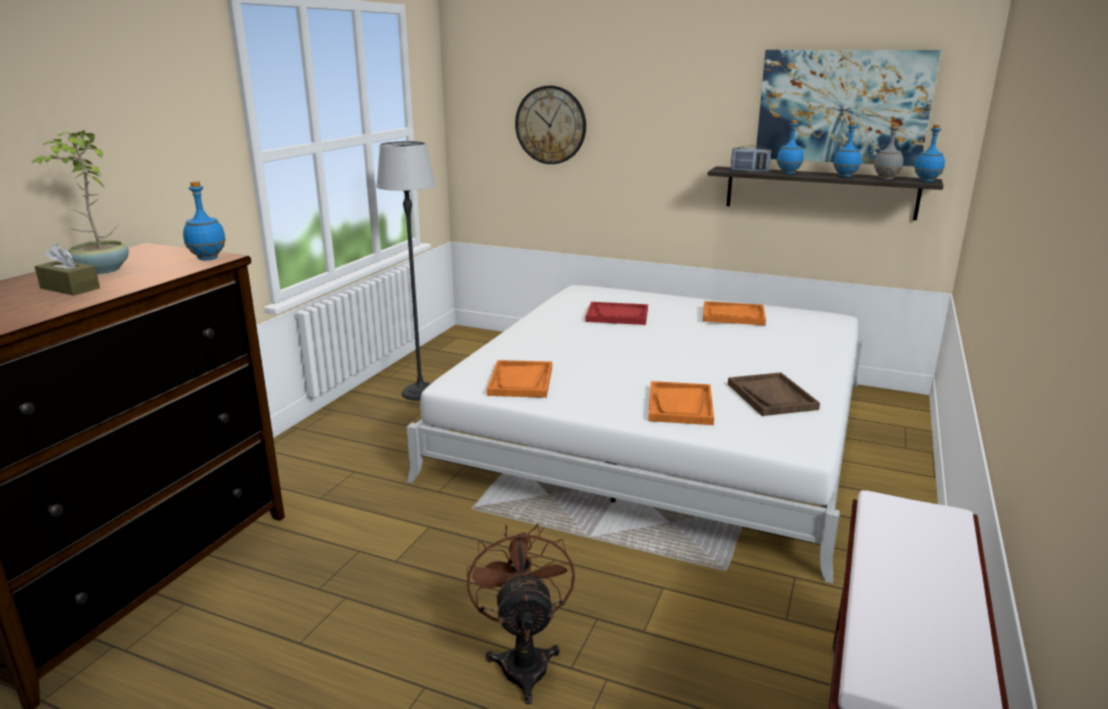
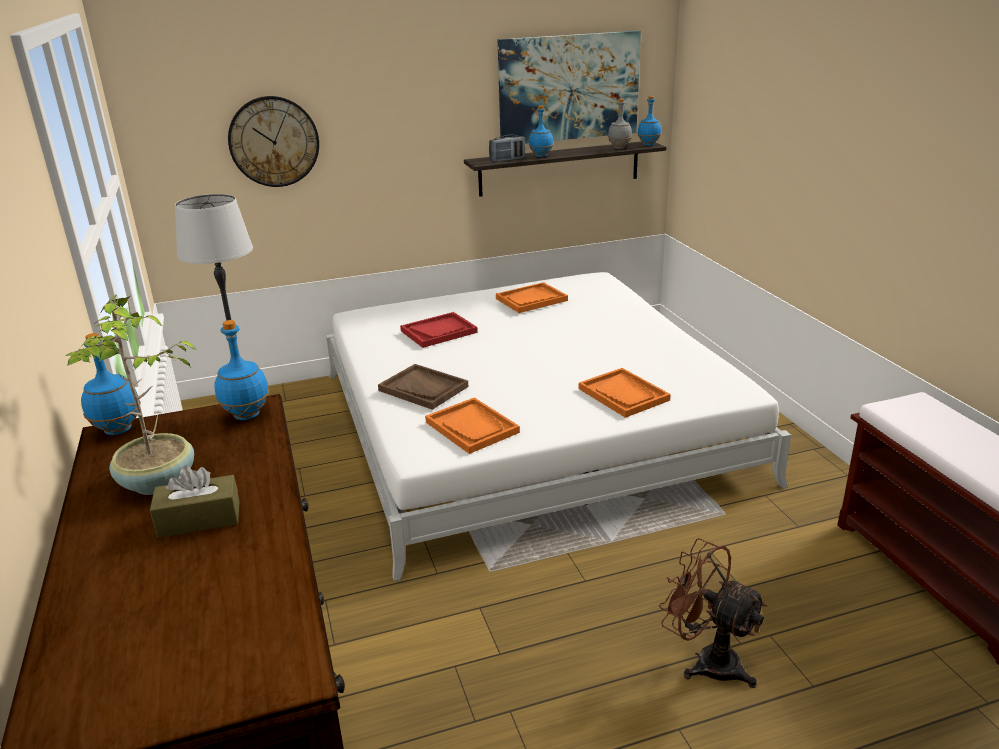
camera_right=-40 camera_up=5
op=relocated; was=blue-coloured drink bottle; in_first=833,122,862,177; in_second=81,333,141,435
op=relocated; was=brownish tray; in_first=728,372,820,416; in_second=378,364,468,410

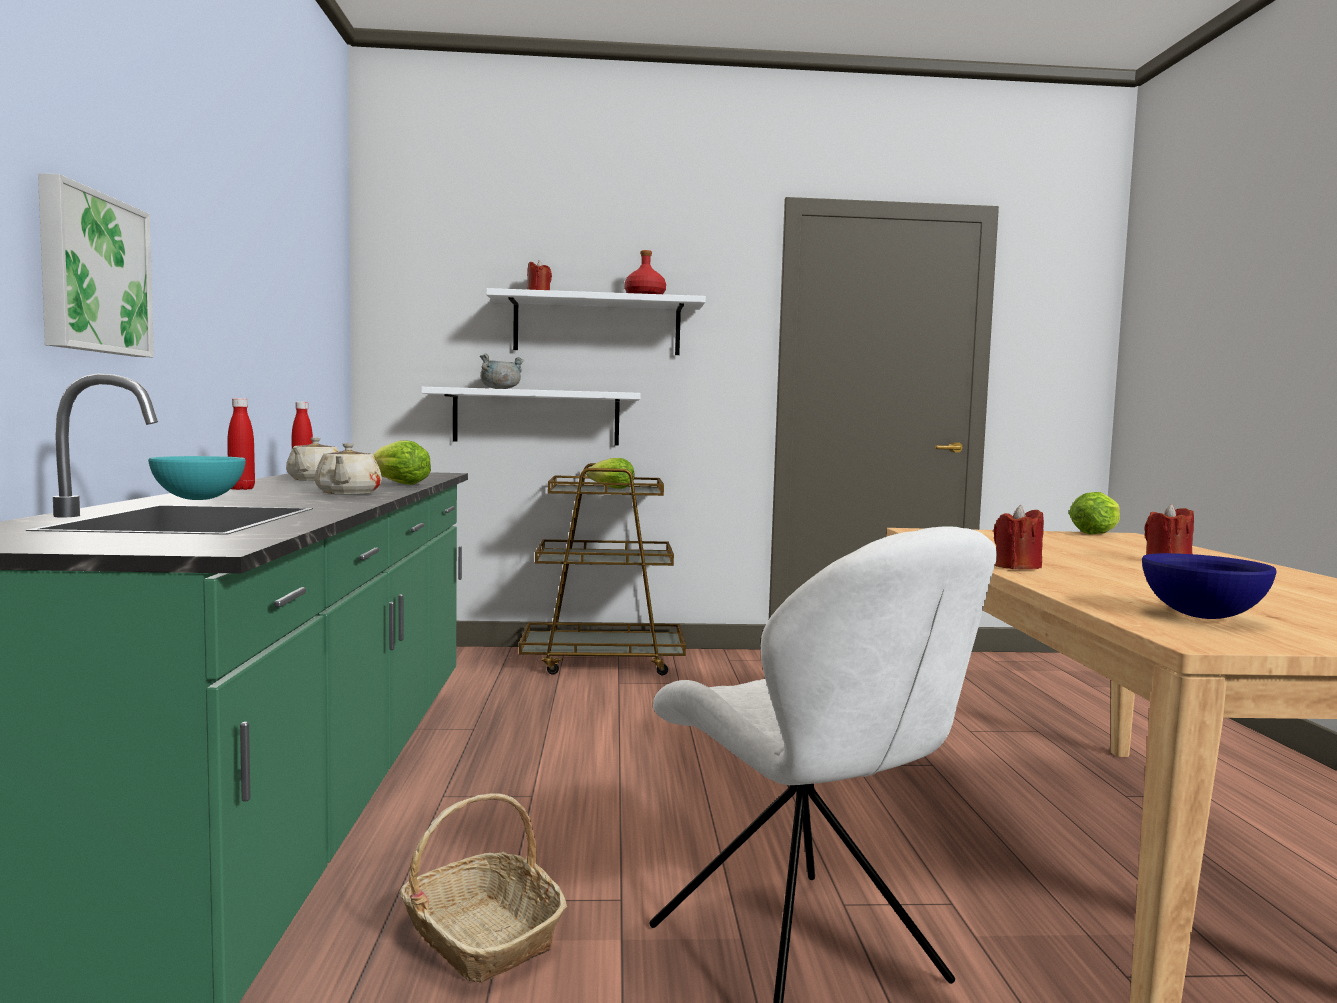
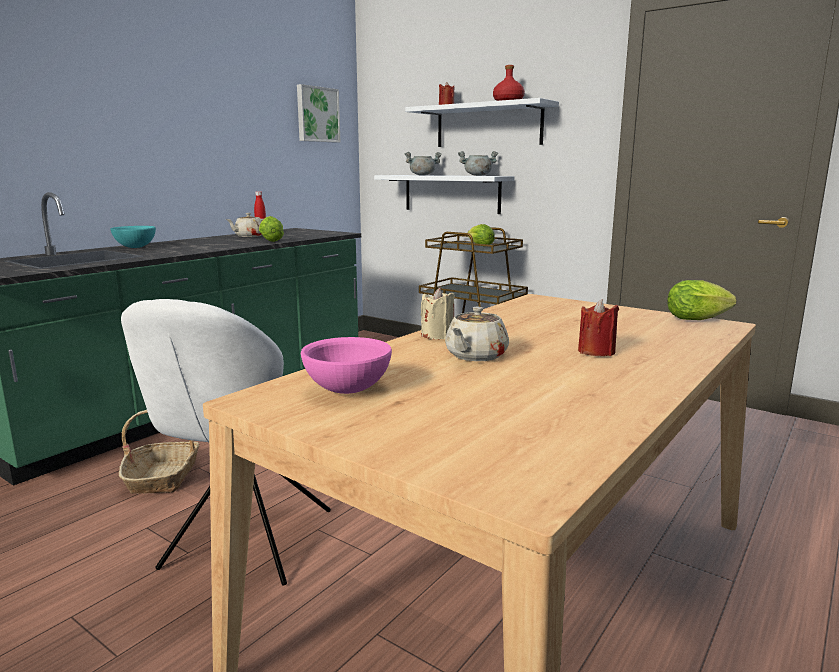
camera_right=40 camera_up=10
op=relocated; was=picture; in_first=38,173,154,357; in_second=297,84,341,143
op=missing; was=reddish drink bottle; in_first=227,398,255,490
op=relocated; was=beige-coloured pot for tea; in_first=314,443,382,494; in_second=445,307,509,361
op=colour; was=reddish wax candle; now=beige-coloured wax candle; in_first=993,505,1044,570; in_second=421,288,455,339
op=colour; was=blue-coloured bowl; now=pink bowl; in_first=1142,553,1276,619; in_second=301,337,392,394
op=appeared; now=greyish saucepot; in_second=458,151,498,176

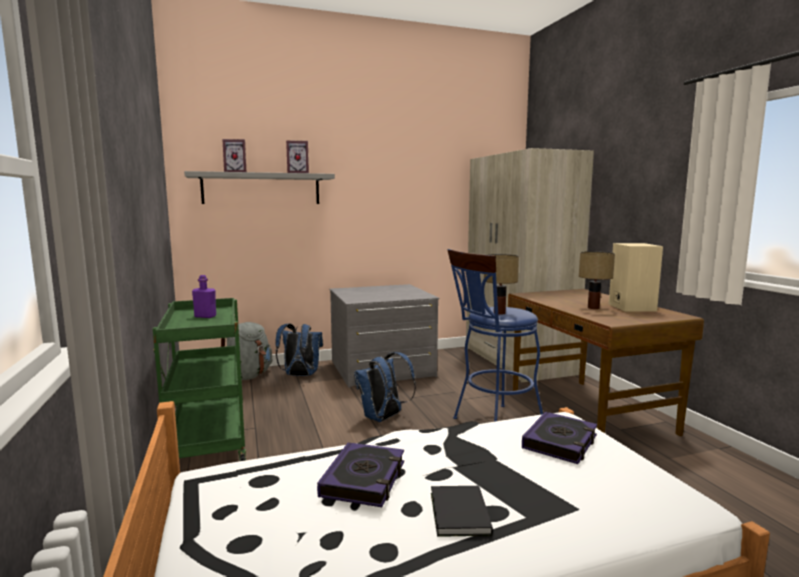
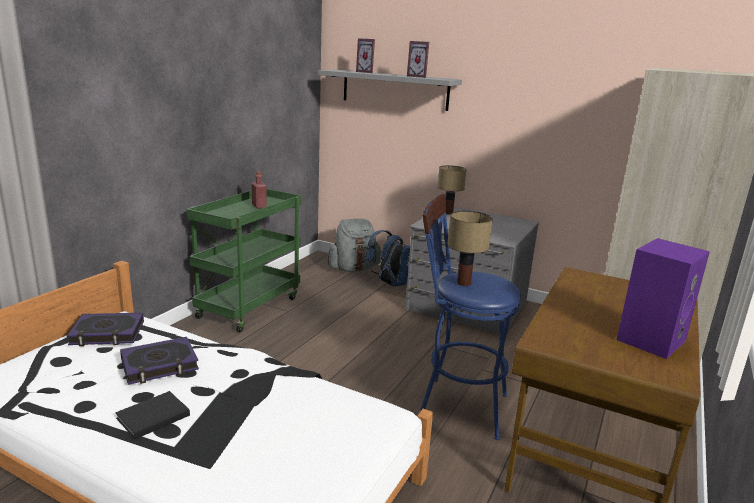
camera_right=45 camera_up=10
op=colour; was=beige-coloured loudspeaker; now=purple-coloured loudspeaker; in_first=609,243,663,312; in_second=617,238,710,359
op=relocated; was=tabletop lamp; in_first=579,251,615,309; in_second=438,165,466,215
op=colour; was=purple-coloured drink bottle; now=reddish drink bottle; in_first=192,275,216,318; in_second=251,171,267,209
op=missing; was=blue-coloured knapsack; in_first=354,352,416,422
op=relocated; was=volume; in_first=522,412,597,464; in_second=67,312,144,346

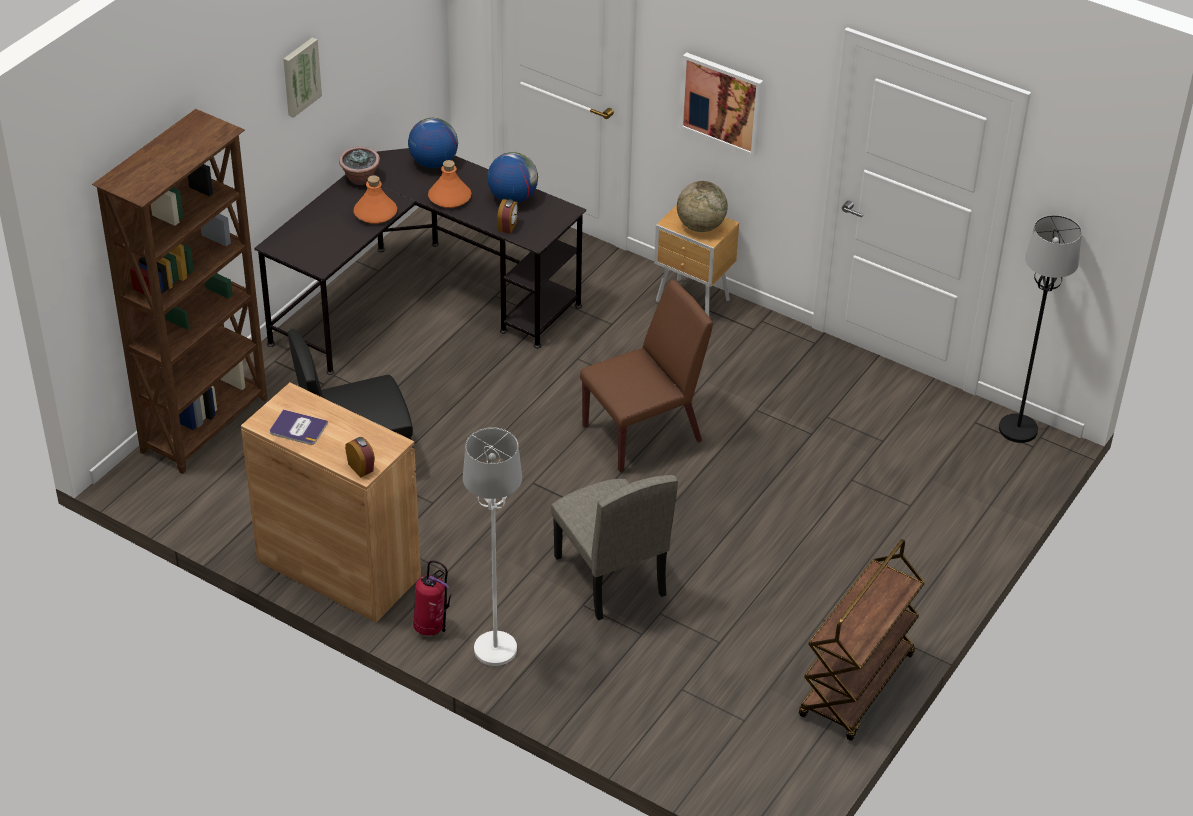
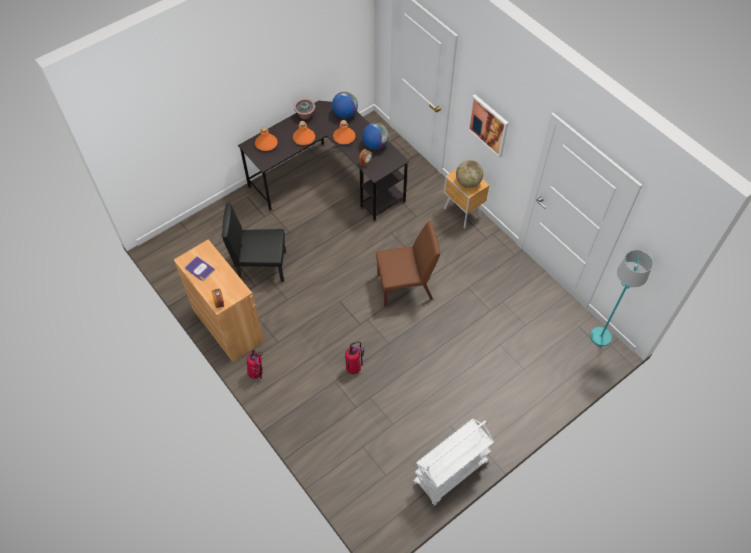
camera_right=20 camera_up=15
op=missing; was=picture; in_first=283,37,322,118
op=missing; was=brownish bookshelf; in_first=92,109,268,474
op=colour; was=black-coloured floor lamp; now=blue-green floor lamp; in_first=999,215,1082,443; in_second=590,250,653,346
op=missing; was=whitish floor lamp; in_first=463,427,522,666
op=exchanged; was=beige-coloured upright chair; now=fire-fighting cylinder; in_first=551,475,678,620; in_second=345,341,365,374
op=colour; was=brownish cart; now=whitish cart; in_first=799,539,925,741; in_second=413,419,494,506
op=appeared; now=orangey drink bottle; in_second=255,127,278,151

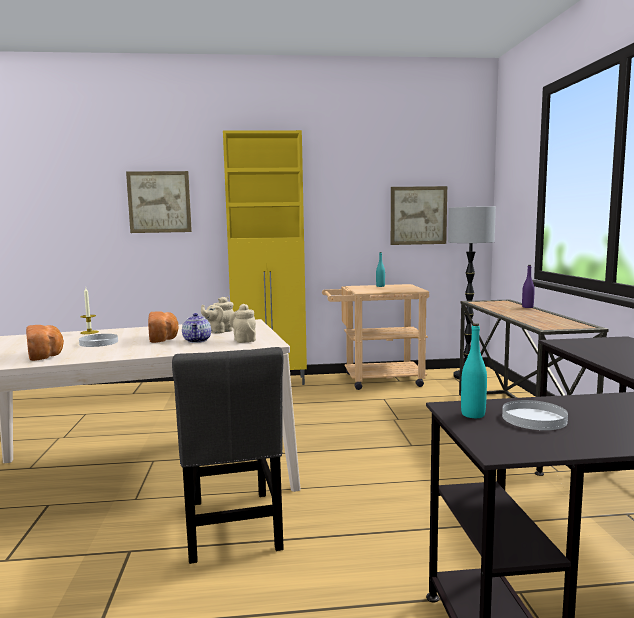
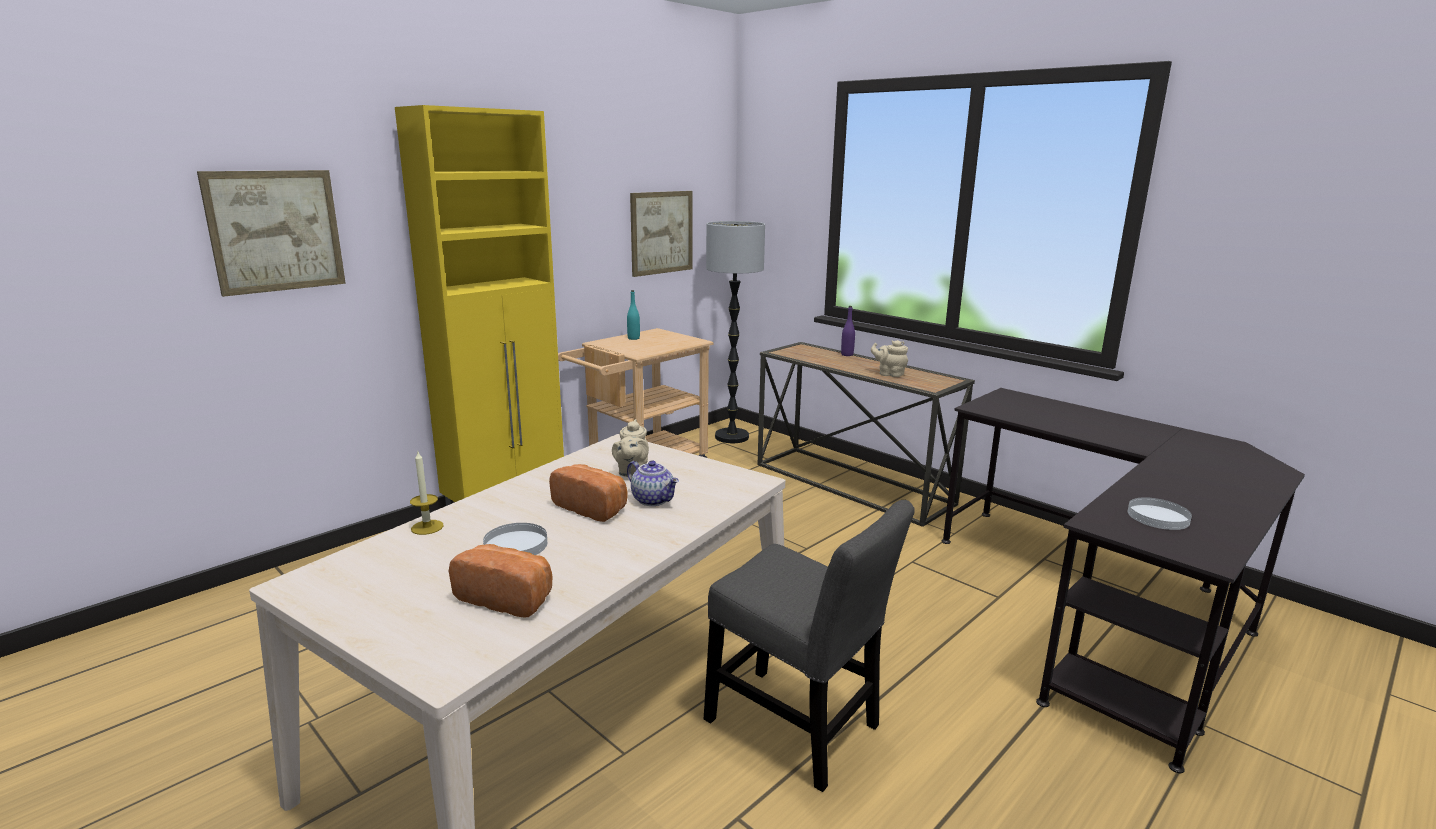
camera_right=-40 camera_up=10
op=relocated; was=beige-coloured pot for tea; in_first=229,304,256,343; in_second=871,340,908,377
op=missing; was=blue-green drink bottle; in_first=461,323,487,418

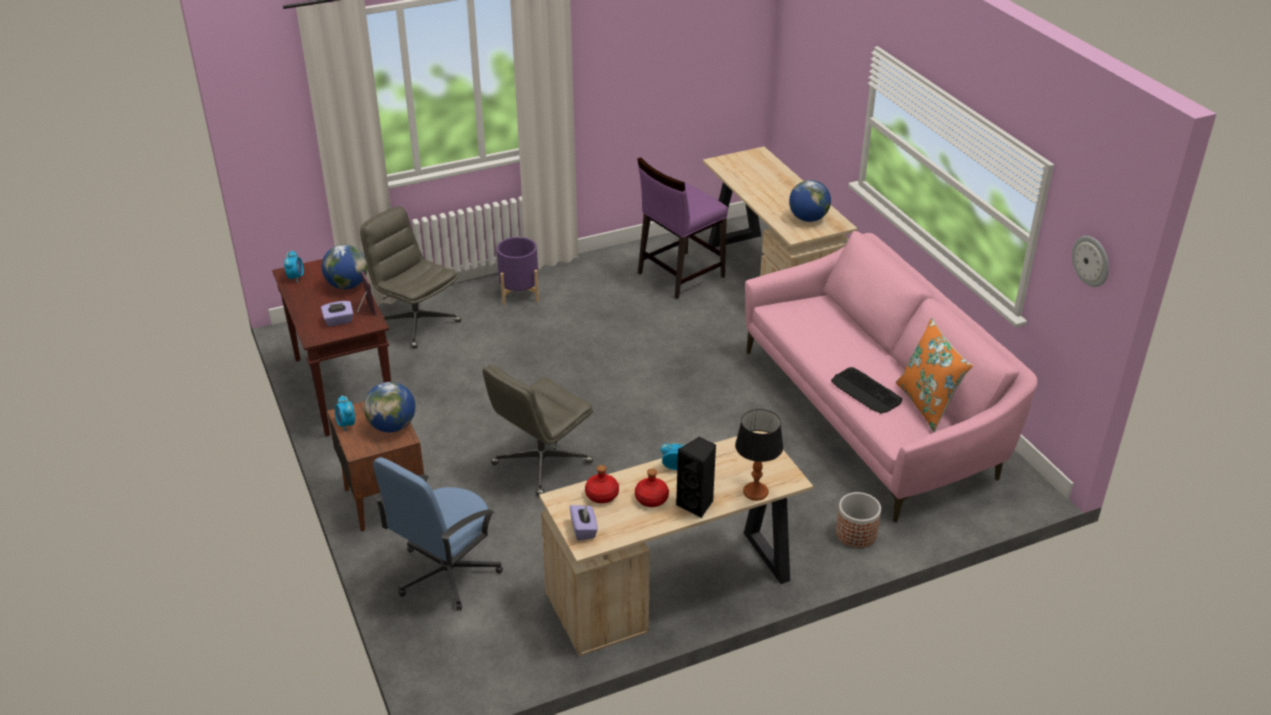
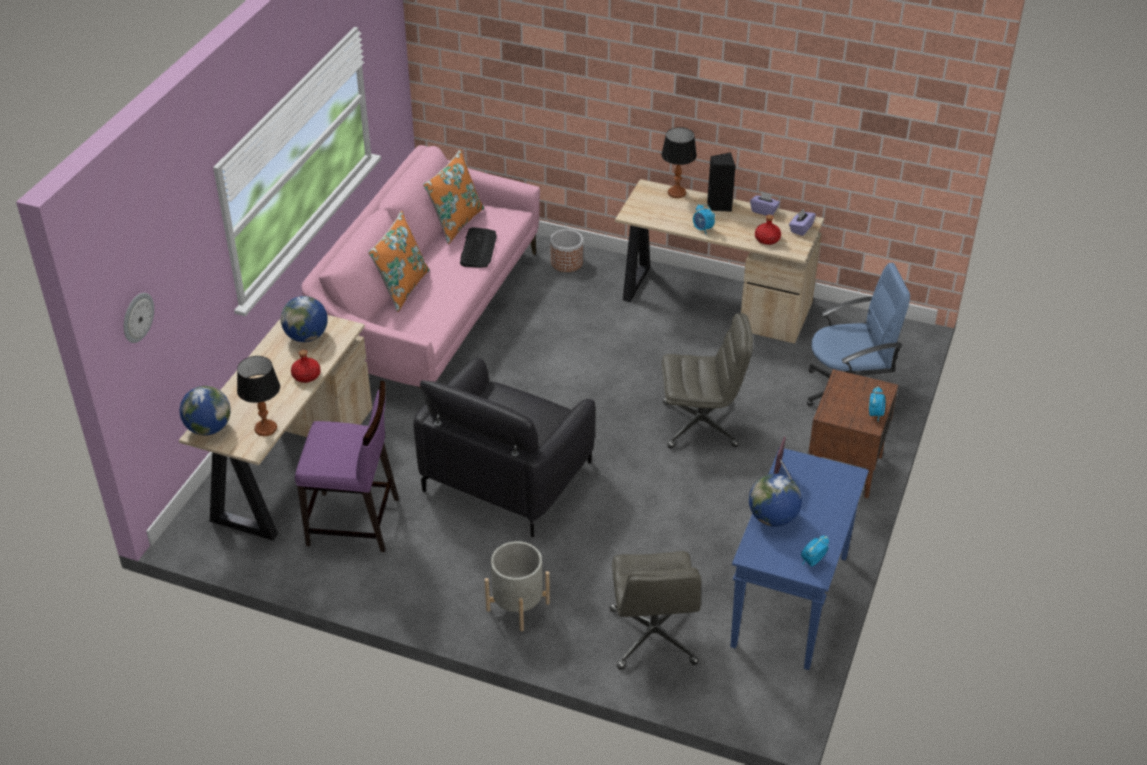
camera_right=-135 camera_up=5
op=relocated; was=hanging clock; in_first=1072,236,1109,287; in_second=124,293,154,343
op=colour; was=purple-coloured plant pot; now=greyish plant pot; in_first=497,237,539,305; in_second=485,541,550,631
op=colour; was=brownish console table; now=blue-coloured console table; in_first=272,259,391,436; in_second=730,447,869,670
op=relocated; was=purple-coloured tissue holder; in_first=321,301,353,326; in_second=750,192,780,216
op=relocated; was=world globe; in_first=364,382,415,432; in_second=180,386,231,435
op=relocated; was=reddish drink bottle; in_first=635,469,669,507; in_second=291,350,321,383
op=appeared; now=orangey cushion; in_second=368,211,430,312
op=appeared; now=tabletop lamp; in_second=237,356,280,436
op=appeared; now=black-coloured easy chair; in_second=414,358,595,537

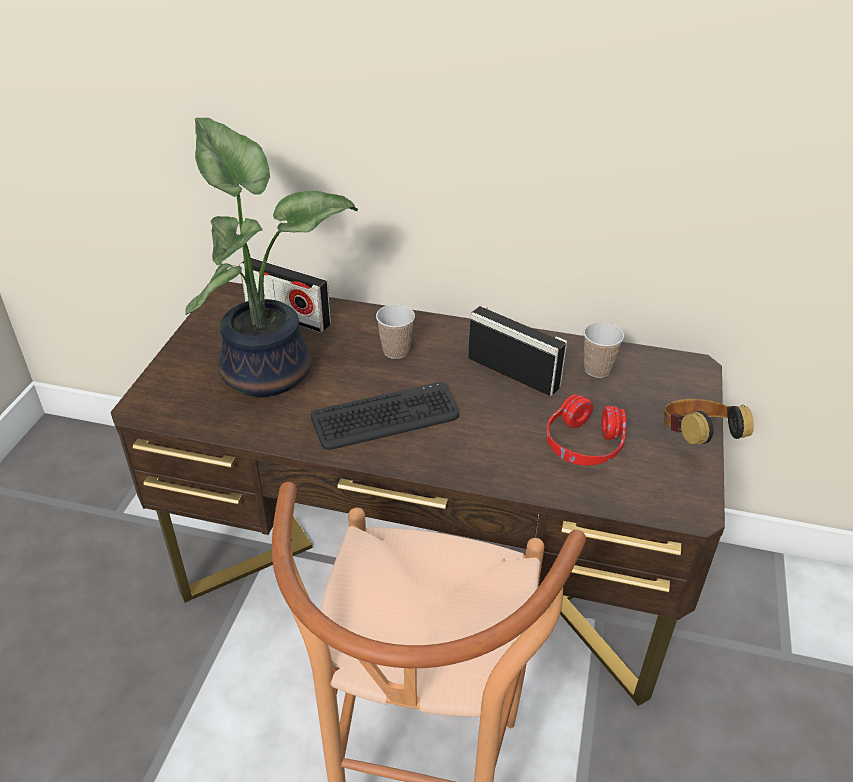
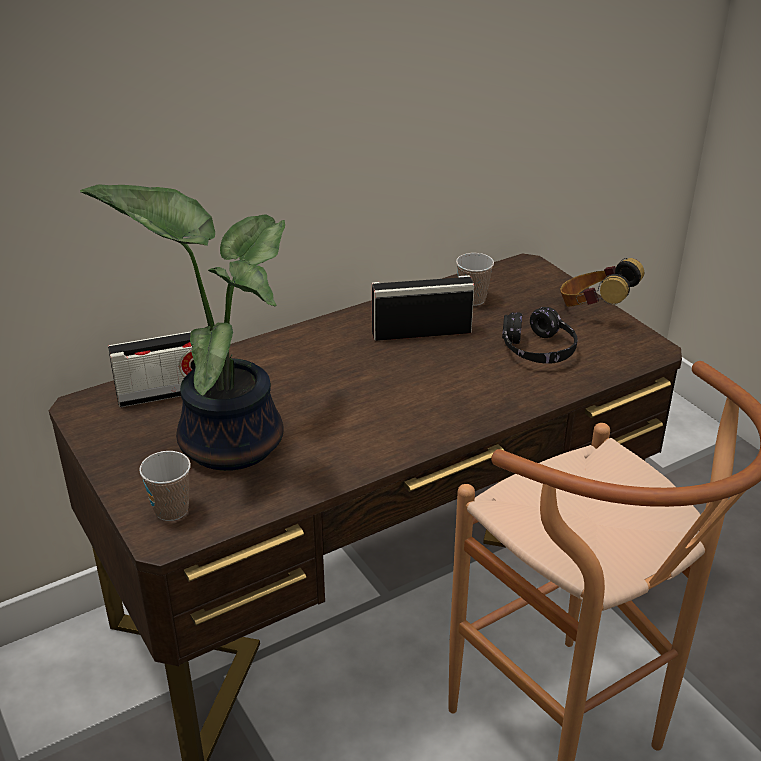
camera_right=-45 camera_up=-5
op=relocated; was=small cup; in_first=376,304,415,359; in_second=139,451,191,521
op=missing; was=PC keyboard; in_first=311,382,459,450
op=colour; was=reddish headphones; now=black-coloured headphones; in_first=546,394,626,465; in_second=502,307,578,364

